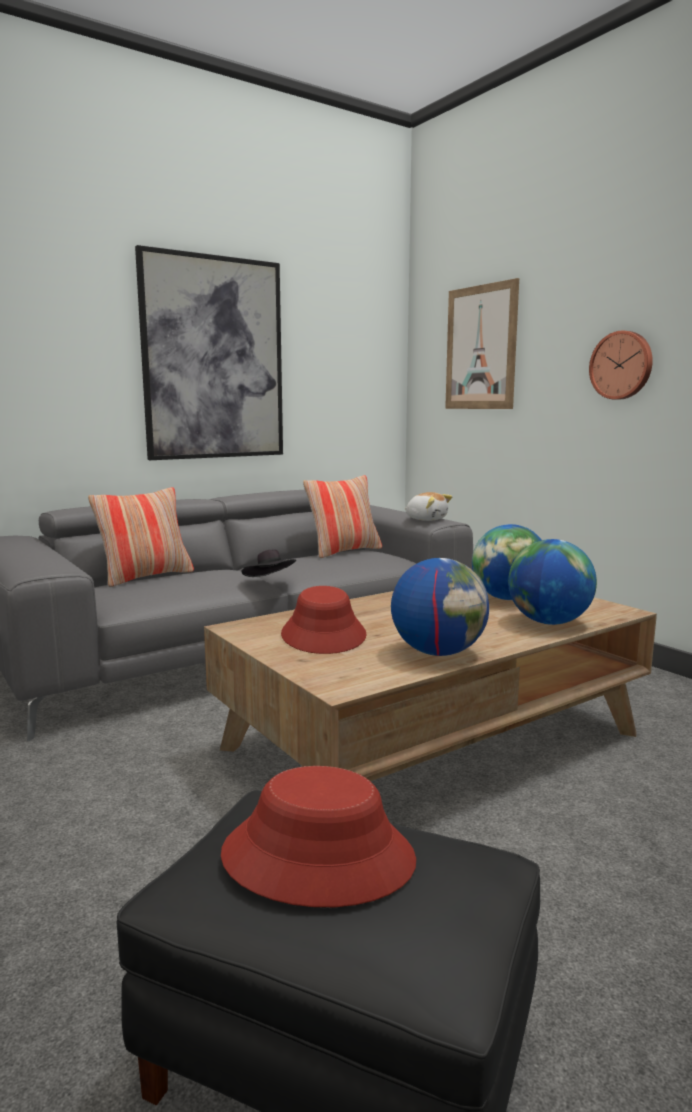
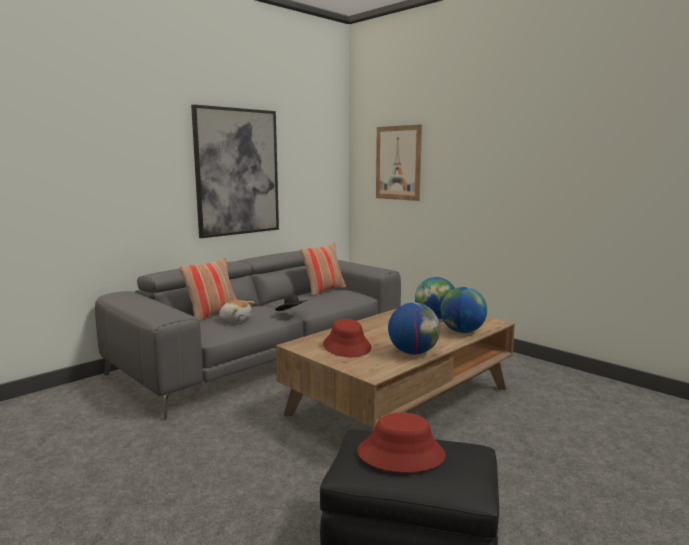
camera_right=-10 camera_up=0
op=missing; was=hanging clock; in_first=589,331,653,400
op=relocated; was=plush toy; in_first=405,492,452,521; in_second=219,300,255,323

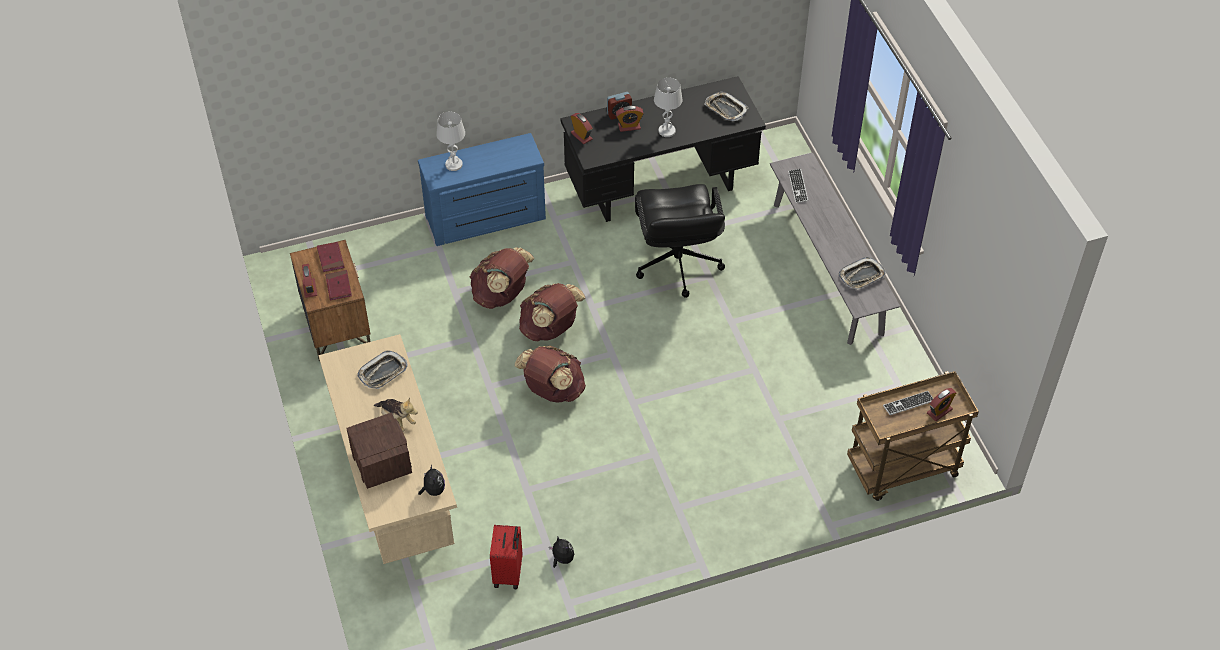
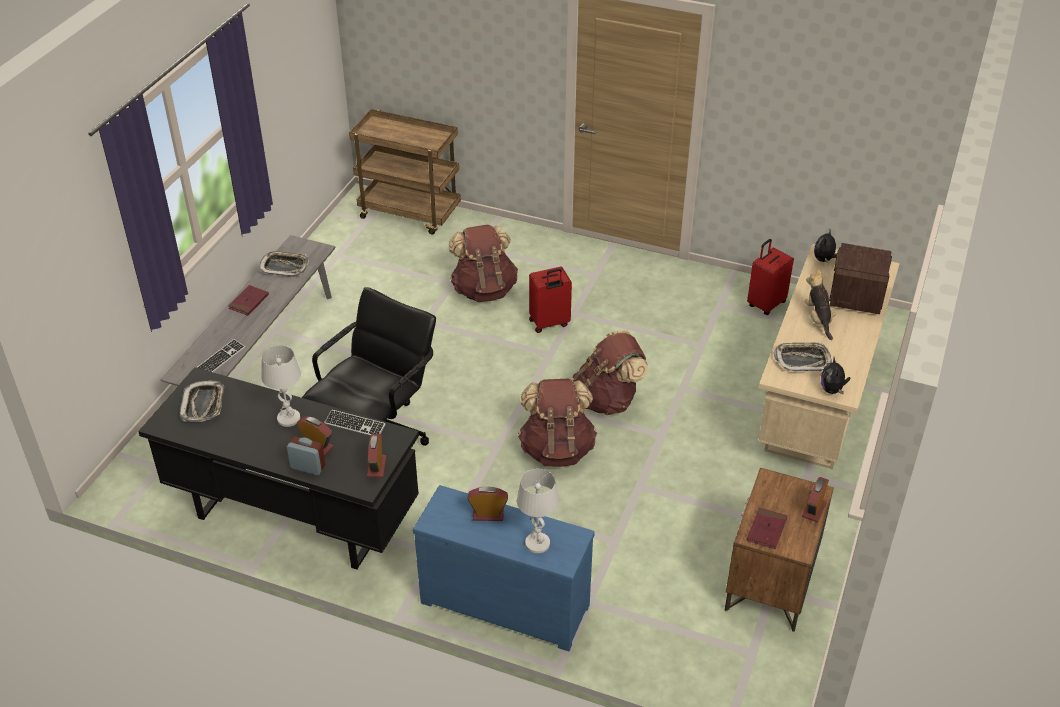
camera_right=-140 camera_up=-10
op=relocated; was=brownish knapsack; in_first=469,247,535,309; in_second=449,225,518,302
op=relocated; was=reddish volume; in_first=325,270,352,300; in_second=228,285,269,316
op=relocated; was=table clock; in_first=927,388,957,421; in_second=468,486,508,521
op=relocated; was=PC keyboard; in_first=883,391,934,415; in_second=324,409,385,435
op=relocated; was=plush toy; in_first=549,537,574,568; in_second=821,357,851,394
op=appeared; now=reddish travel case; in_second=529,267,572,333

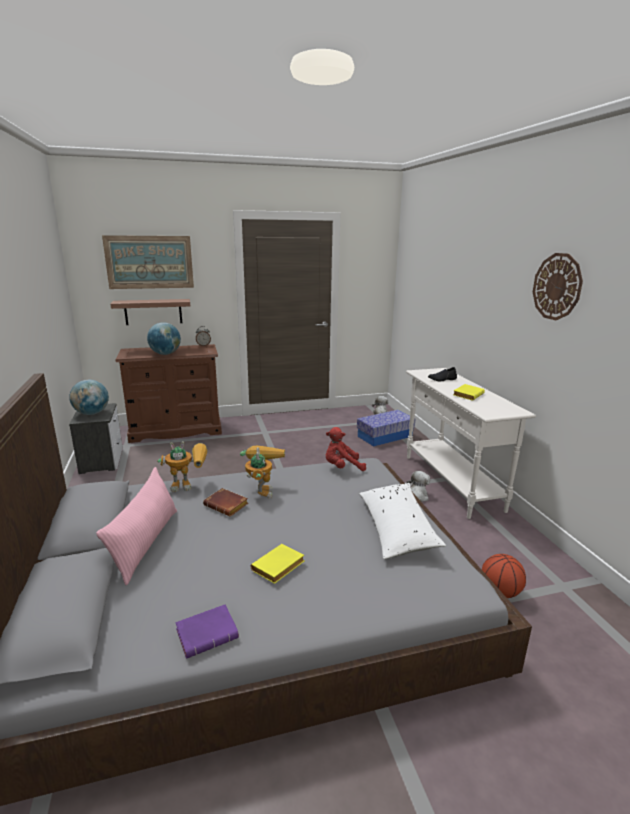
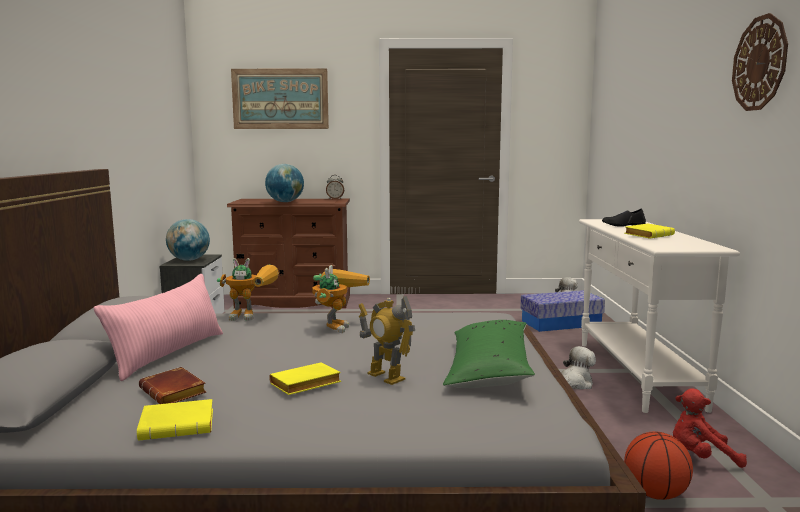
camera_right=15 camera_up=-10
op=missing; was=bracket shelf; in_first=110,299,190,325
op=relocated; was=reddish plush toy; in_first=325,427,366,471; in_second=673,389,747,468
op=colour; was=whitish cushion; now=greenish cushion; in_first=359,483,446,559; in_second=443,320,535,388
op=relocated; was=brownish volume; in_first=203,488,248,516; in_second=139,367,206,404
op=colour; was=purple-coloured volume; now=yellow volume; in_first=175,604,239,659; in_second=137,399,213,441
op=appeared; now=model robot; in_second=359,296,415,385

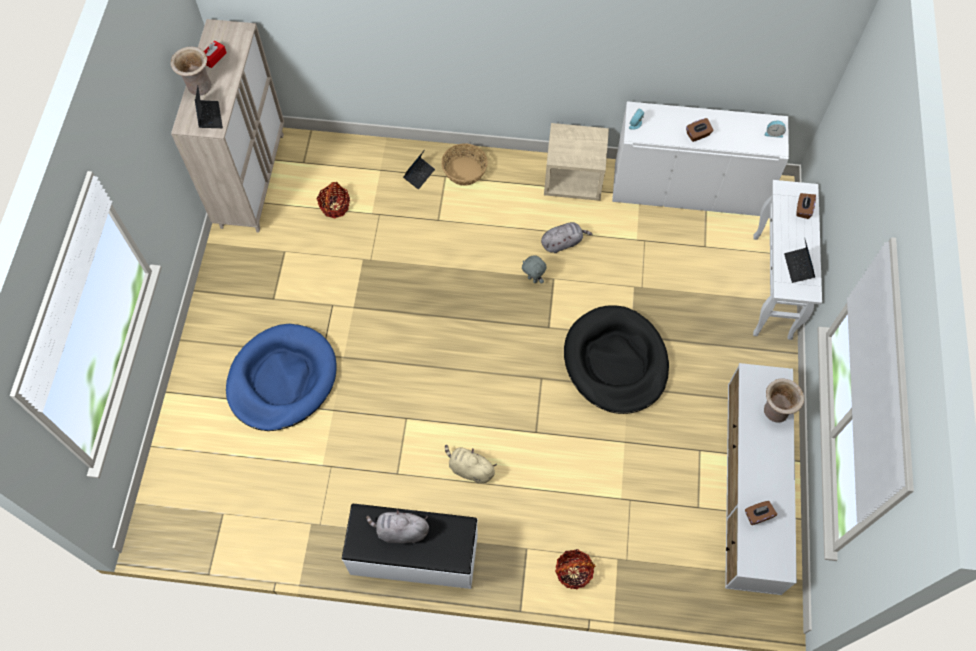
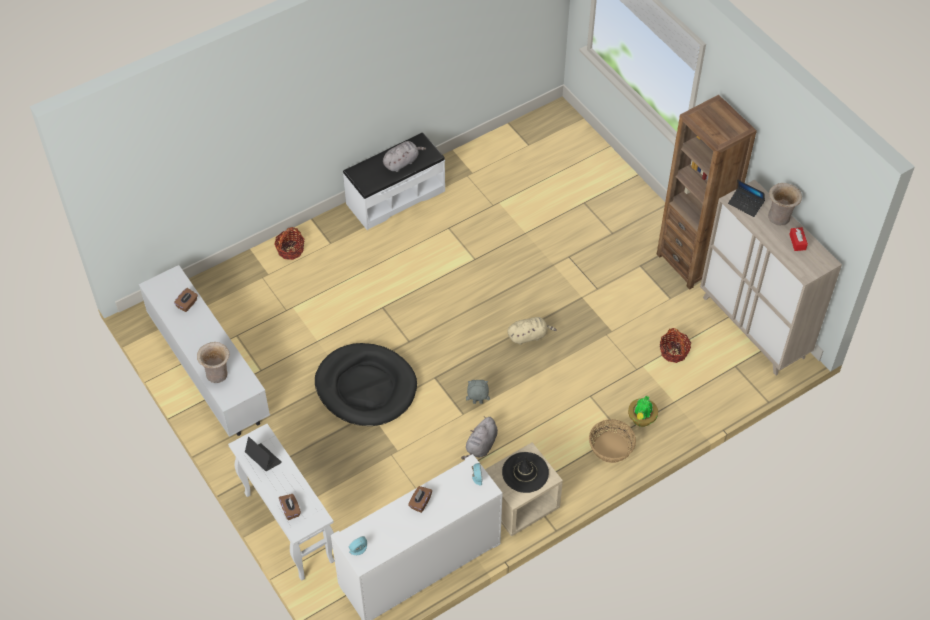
camera_right=140 camera_up=-10
op=exchanged; was=notebook computer; now=houseplant; in_first=403,151,435,189; in_second=628,396,658,427
op=missing; was=blue-coloured dog cushion; in_first=226,324,337,431
op=relocated; was=beige-coloured plush toy; in_first=445,445,497,483; in_second=507,317,557,345
op=appeared; now=brownish bookshelf; in_second=657,95,757,290
op=appeared; now=black-coloured clothing hat; in_second=502,452,549,493

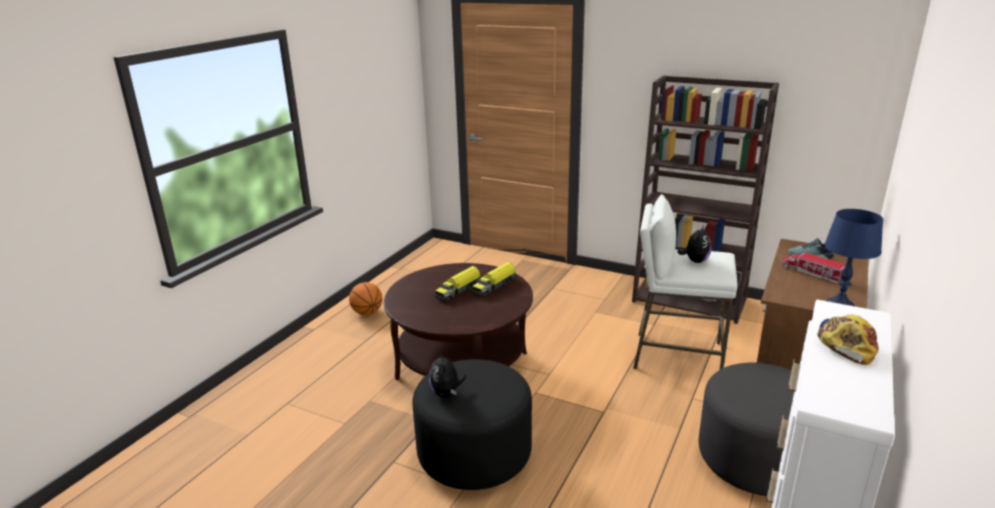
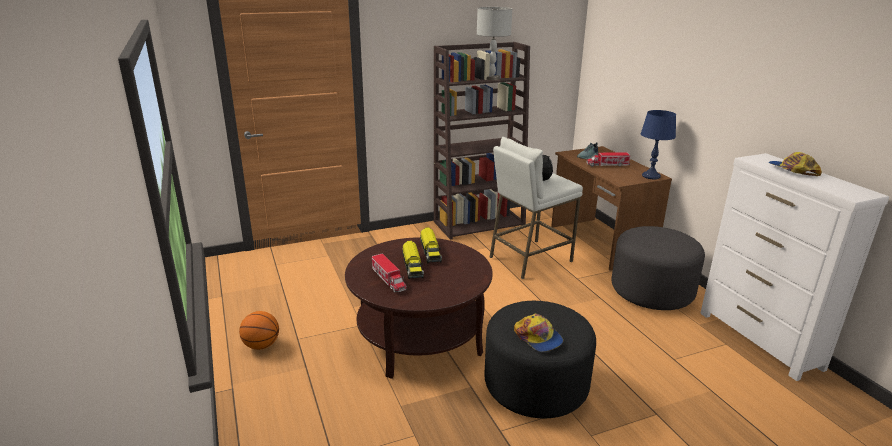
camera_right=-50 camera_up=0
op=exchanged; was=plush toy; now=peaked cap; in_first=429,351,466,397; in_second=514,314,563,352
op=appeared; now=greyish tabletop lamp; in_second=477,7,512,80
op=appeared; now=toy truck; in_second=372,254,407,293

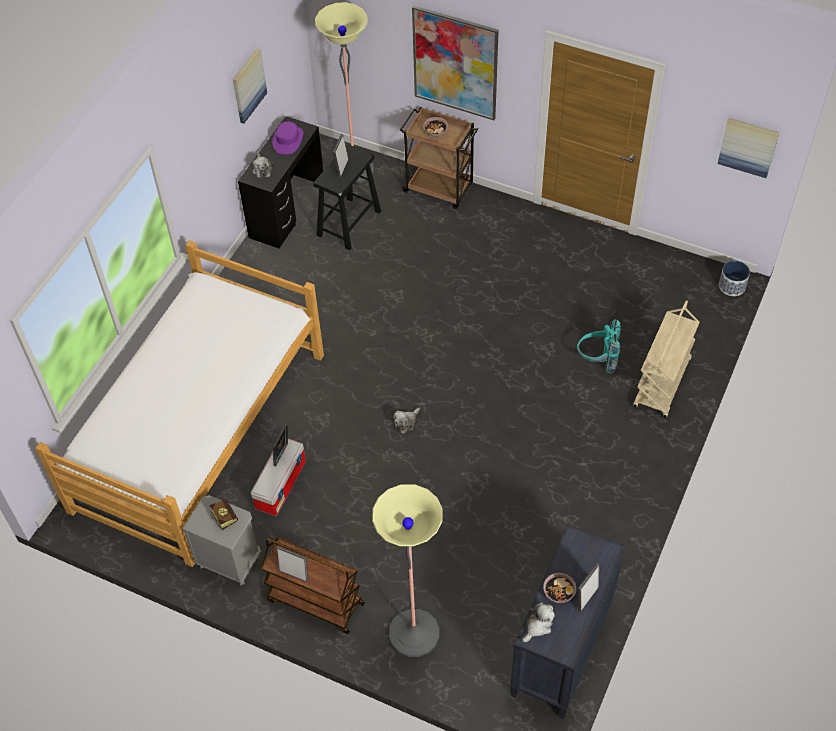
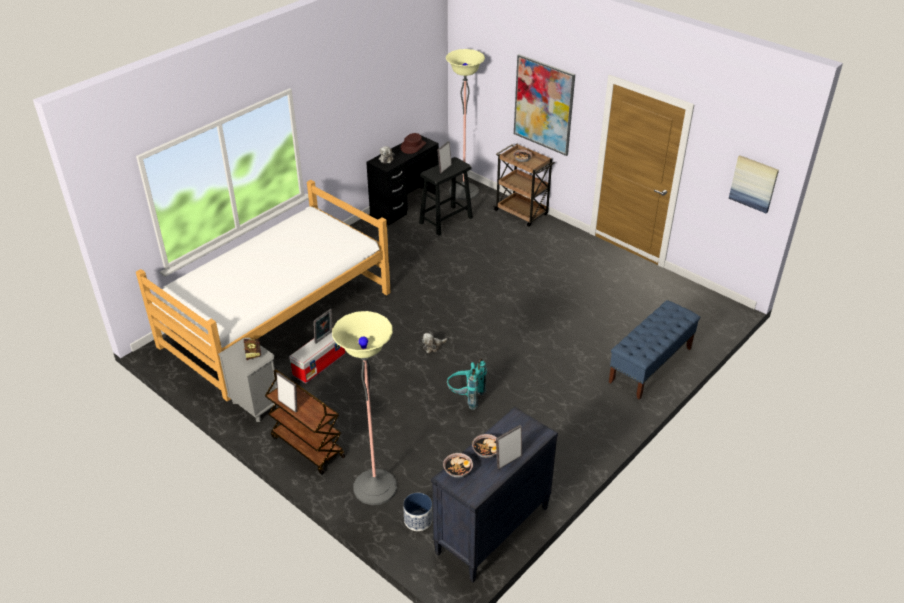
camera_right=15 camera_up=-15
op=missing; was=picture; in_first=233,49,267,124
op=colour; was=purple-coloured clothing hat; now=brownish clothing hat; in_first=272,122,303,155; in_second=400,133,426,154
op=relocated; was=plant pot; in_first=719,261,750,296; in_second=403,493,432,531
op=exchanged; was=beige-coloured cart; now=blue-coloured indoor bench; in_first=633,300,700,418; in_second=609,300,700,400
op=relocated; was=blue-green knapsack; in_first=577,319,621,373; in_second=447,359,487,410
op=exchanged; was=plush toy; now=bowl; in_first=522,602,555,642; in_second=443,453,473,478

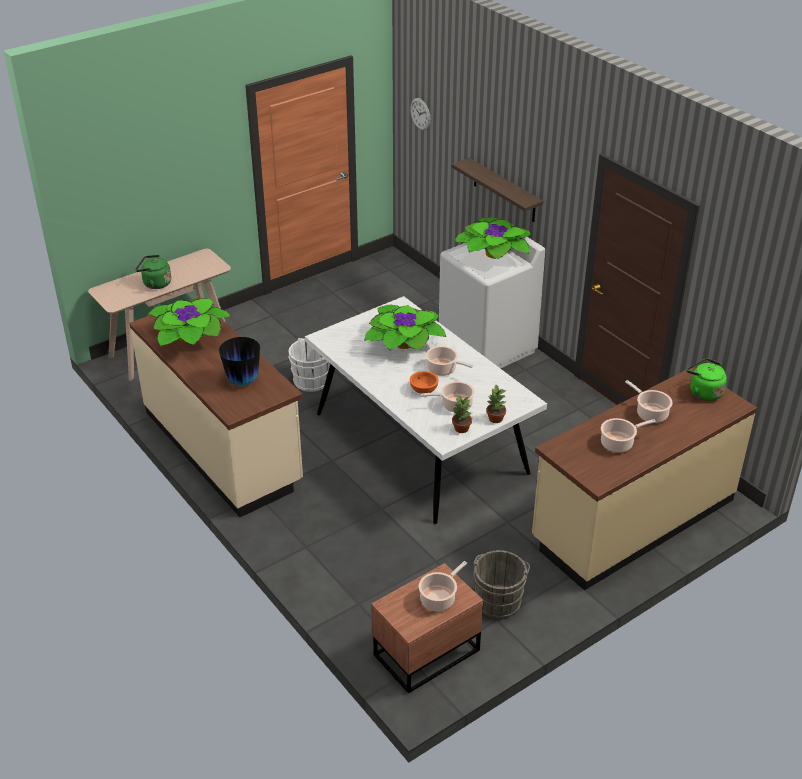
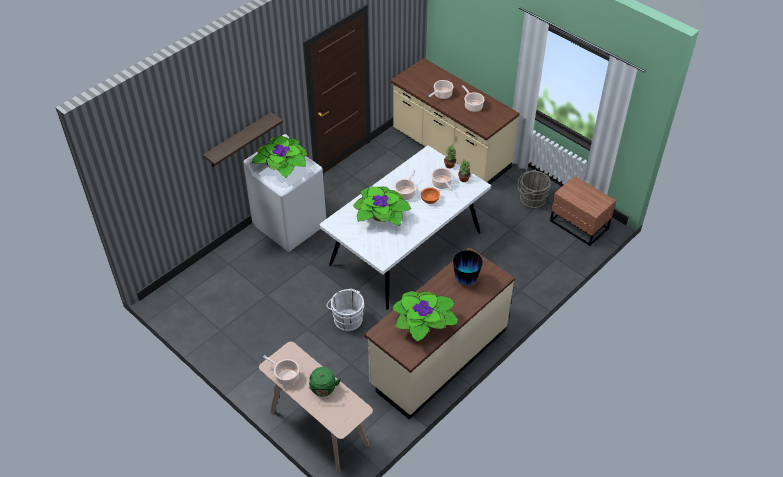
camera_right=-100 camera_up=10
op=missing; was=hanging clock; in_first=410,98,431,130
op=missing; was=greenish tea kettle; in_first=686,358,727,401
op=relocated; was=saucepot; in_first=419,561,467,611; in_second=263,355,299,386

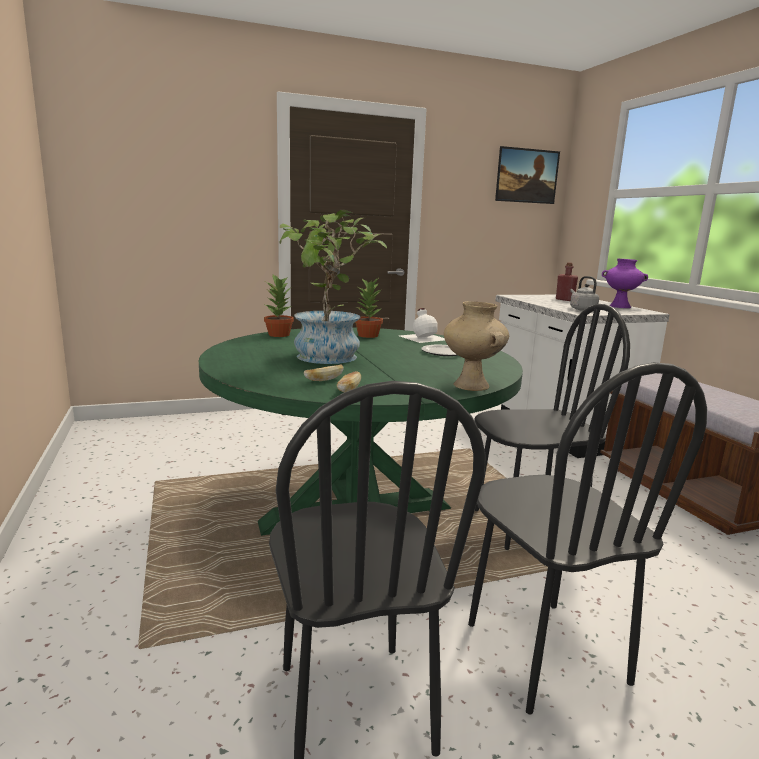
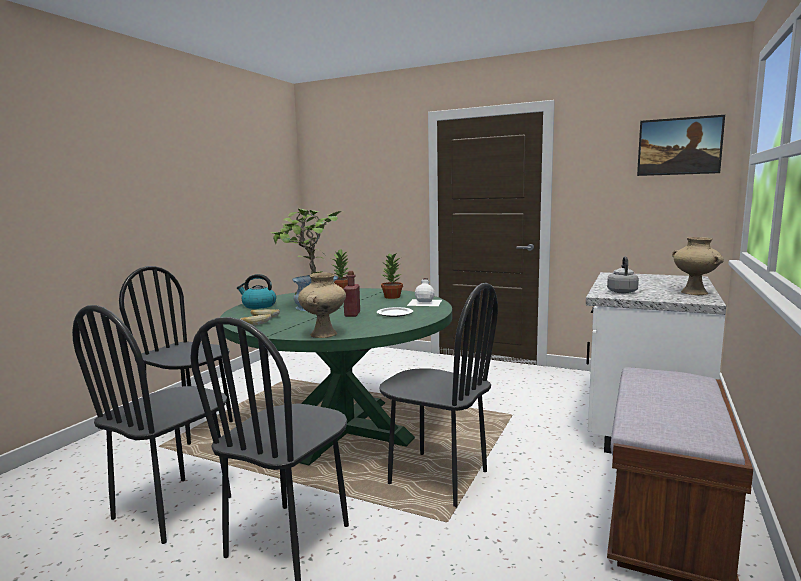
camera_right=45 camera_up=-5
op=colour; was=purple-coloured decorative vase; now=beige-coloured decorative vase; in_first=602,259,648,308; in_second=672,237,724,295
op=relocated; was=reddish drink bottle; in_first=556,263,578,301; in_second=343,271,360,317
op=appeared; now=black-coloured upright chair; in_second=119,266,233,445
op=appeared; now=tea kettle; in_second=237,274,276,309

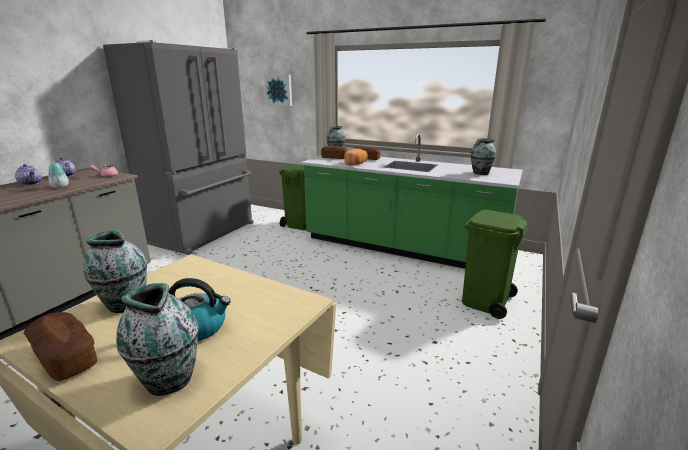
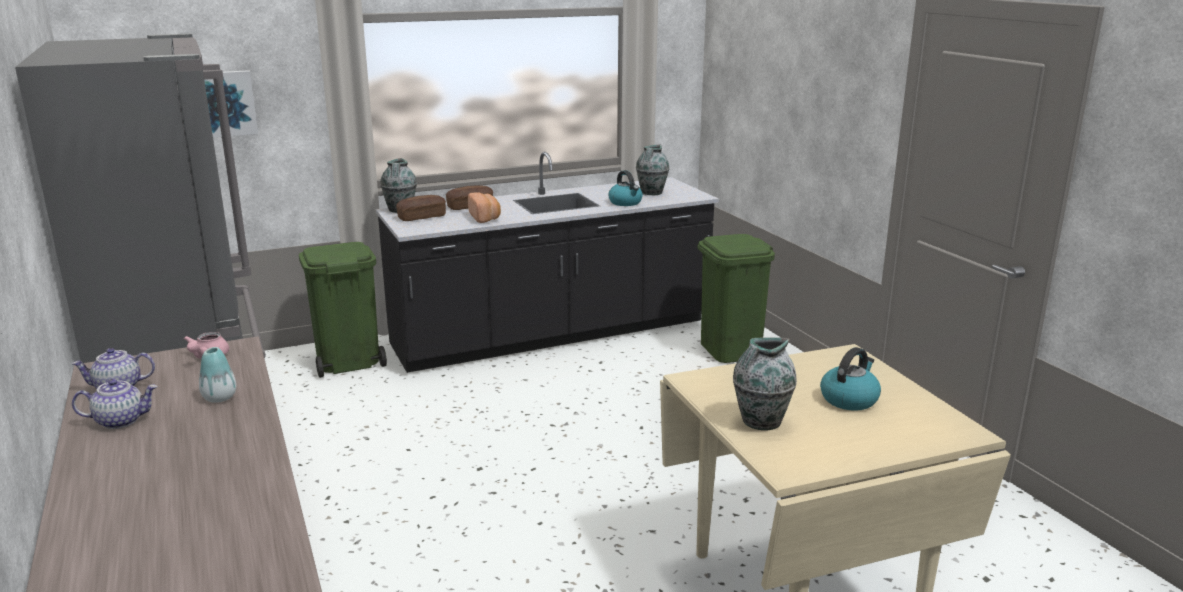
camera_right=-50 camera_up=0
op=colour; was=greenish kitchen base unit; now=black-coloured kitchen base unit; in_first=301,134,523,269; in_second=376,152,719,373
op=missing; was=decorative vase; in_first=116,283,199,396
op=missing; was=baked bread; in_first=24,312,97,381
op=appeared; now=tea kettle; in_second=608,170,643,206

